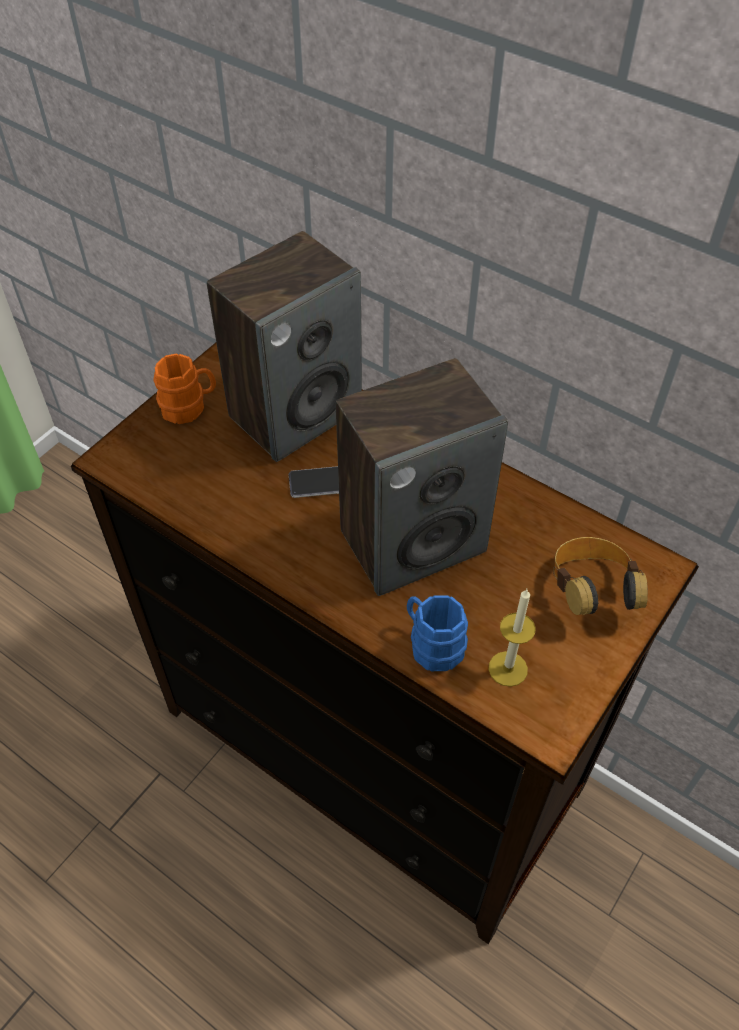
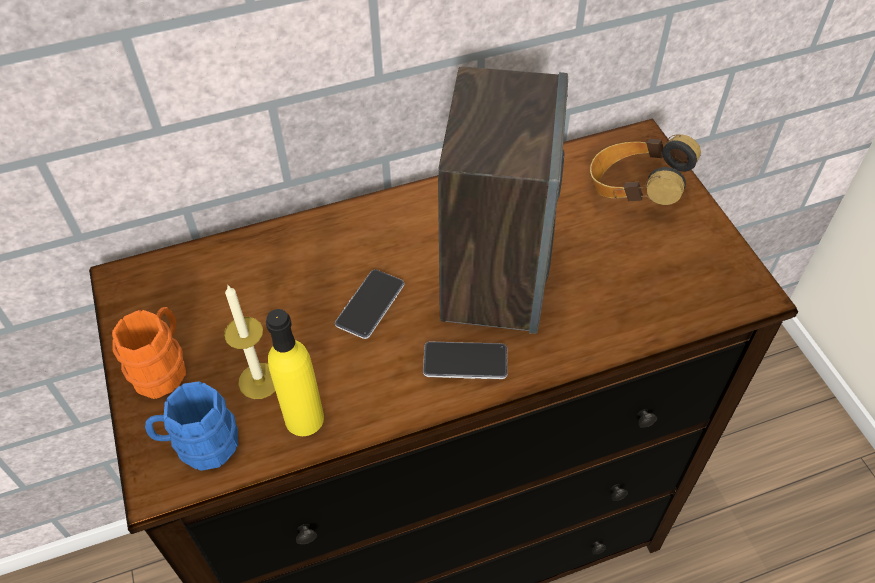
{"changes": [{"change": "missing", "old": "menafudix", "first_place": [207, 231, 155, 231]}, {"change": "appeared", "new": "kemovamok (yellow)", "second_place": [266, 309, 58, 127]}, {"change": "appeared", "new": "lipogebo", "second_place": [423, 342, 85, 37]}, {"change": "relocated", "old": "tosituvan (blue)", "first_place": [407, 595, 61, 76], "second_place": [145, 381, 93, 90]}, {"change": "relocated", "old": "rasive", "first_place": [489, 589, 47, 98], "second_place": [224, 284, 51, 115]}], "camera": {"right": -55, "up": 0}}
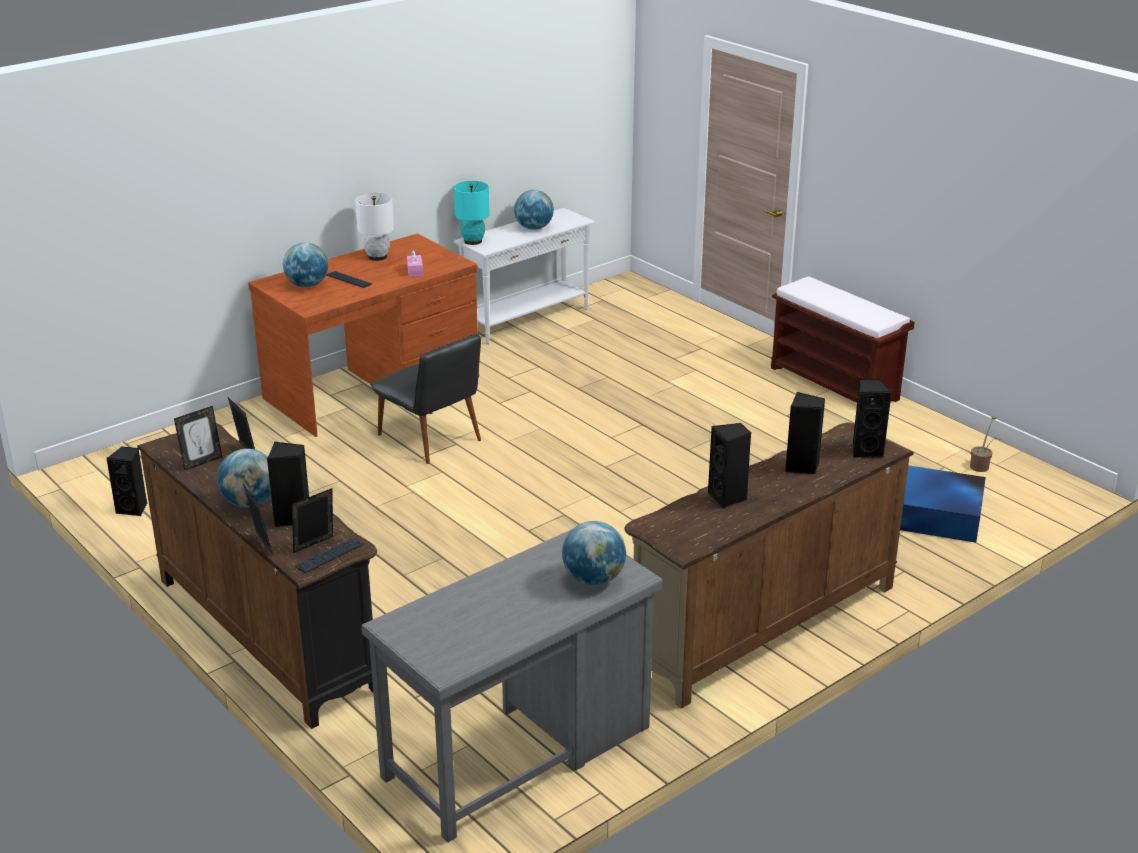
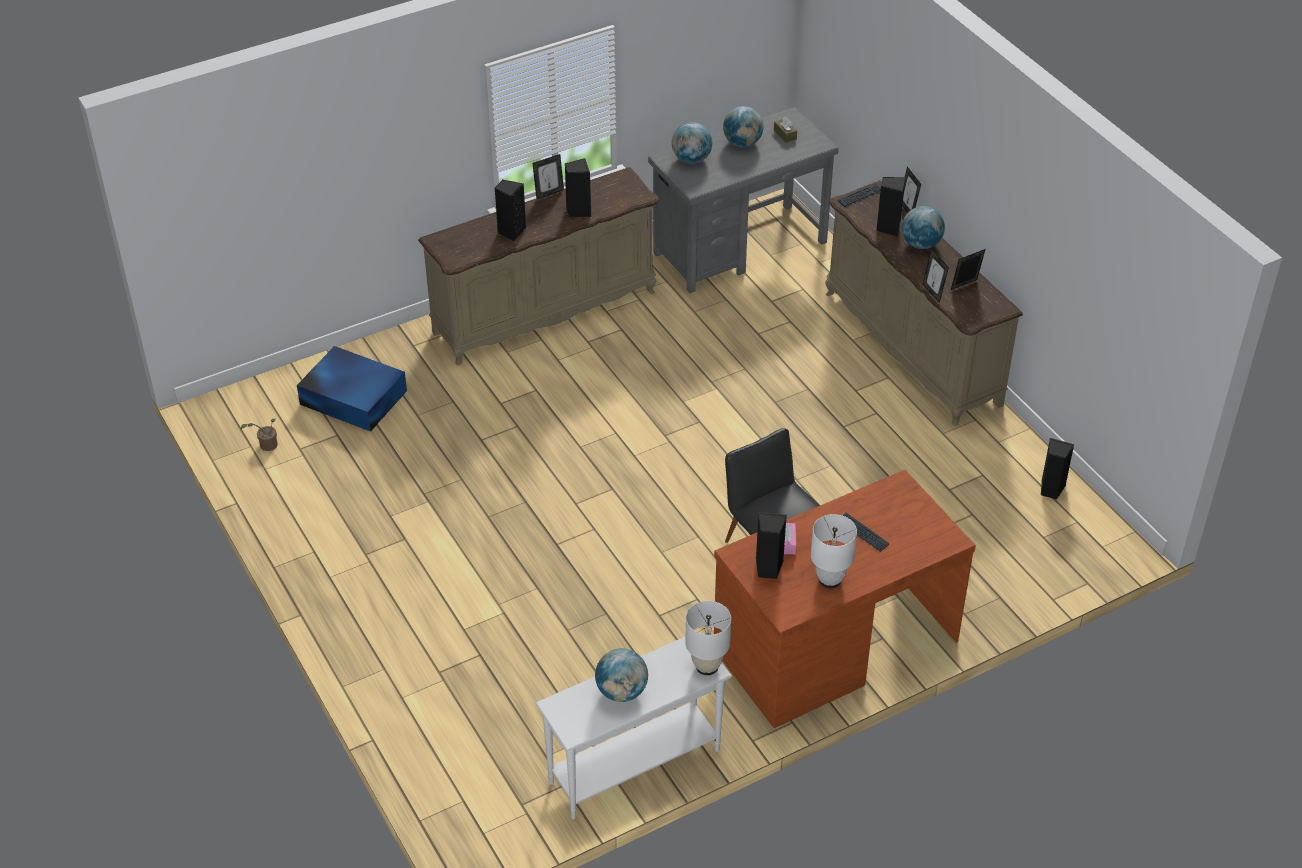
{"changes": [{"change": "missing", "old": "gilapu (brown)", "first_place": [771, 276, 143, 127]}, {"change": "appeared", "new": "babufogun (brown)", "second_place": [774, 117, 23, 26]}, {"change": "relocated", "old": "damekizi", "first_place": [283, 242, 45, 45], "second_place": [723, 106, 41, 41]}, {"change": "relocated", "old": "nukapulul", "first_place": [292, 488, 41, 65], "second_place": [532, 154, 32, 45]}, {"change": "relocated", "old": "menafudix (black)", "first_place": [853, 379, 39, 79], "second_place": [756, 512, 31, 67]}, {"change": "colour", "old": "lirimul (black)", "new": "lirimul (beige)", "first_place": [137, 423, 240, 306], "second_place": [825, 180, 198, 246]}, {"change": "colour", "old": "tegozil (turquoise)", "new": "tegozil (white)", "first_place": [454, 181, 36, 64], "second_place": [685, 601, 46, 74]}], "camera": {"right": -170, "up": 15}}
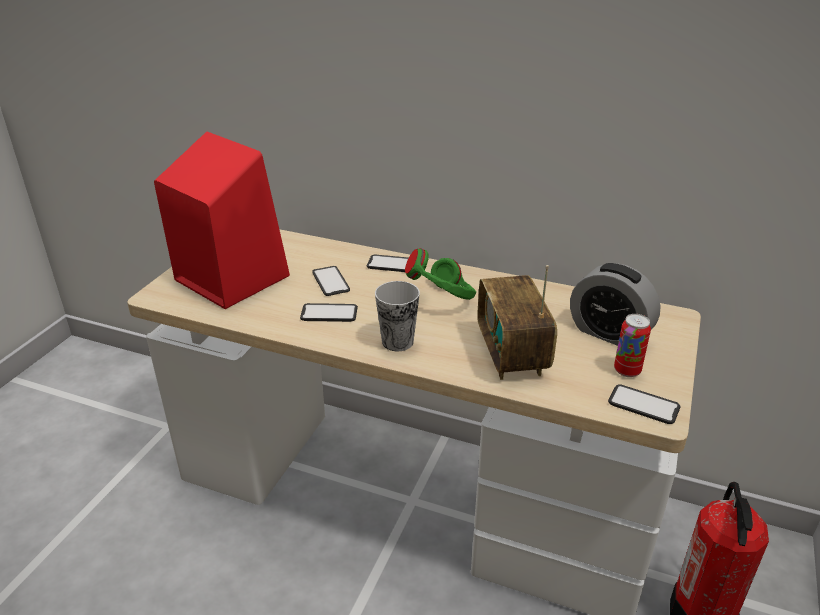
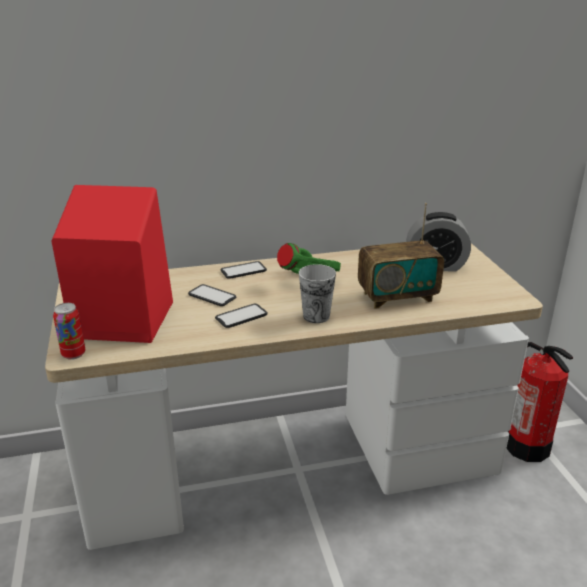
{"changes": [{"change": "missing", "old": "lipogebo", "first_place": [608, 384, 72, 40]}, {"change": "relocated", "old": "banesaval", "first_place": [614, 314, 37, 63], "second_place": [53, 303, 32, 57]}, {"change": "spun", "old": "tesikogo", "first_place": [477, 265, 80, 115], "second_place": [358, 203, 86, 106], "degrees": -60}], "camera": {"right": -35, "up": -5}}
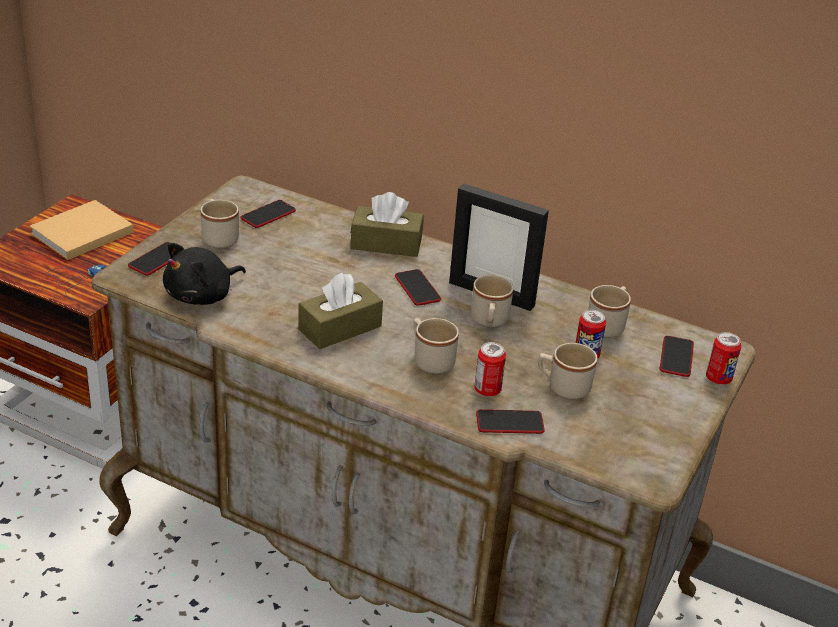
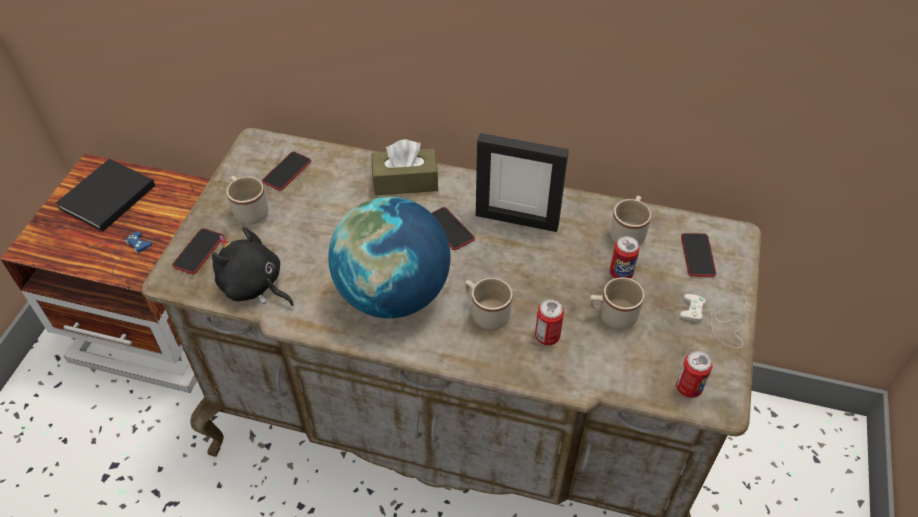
{"changes": [{"change": "missing", "old": "tosituvan (beige)", "first_place": [471, 275, 43, 52]}, {"change": "missing", "old": "lipogebo", "first_place": [476, 409, 69, 25]}, {"change": "appeared", "new": "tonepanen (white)", "second_place": [680, 293, 67, 55]}, {"change": "relocated", "old": "banesaval", "first_place": [706, 332, 36, 53], "second_place": [676, 351, 36, 47]}, {"change": "exchanged", "old": "babufogun (brown)", "new": "damekizi", "first_place": [298, 273, 85, 76], "second_place": [328, 197, 122, 121]}, {"change": "colour", "old": "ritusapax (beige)", "new": "ritusapax (black)", "first_place": [29, 200, 105, 60], "second_place": [56, 159, 99, 73]}, {"change": "spun", "old": "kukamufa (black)", "first_place": [163, 243, 83, 62], "second_place": [212, 227, 82, 79], "degrees": 90}], "camera": {"right": -10, "up": 15}}
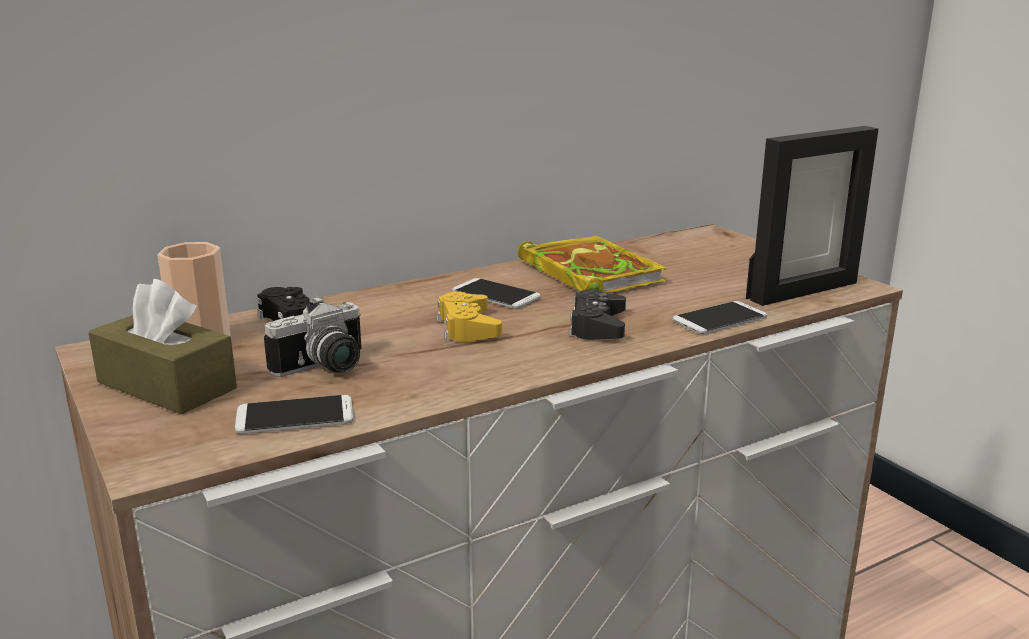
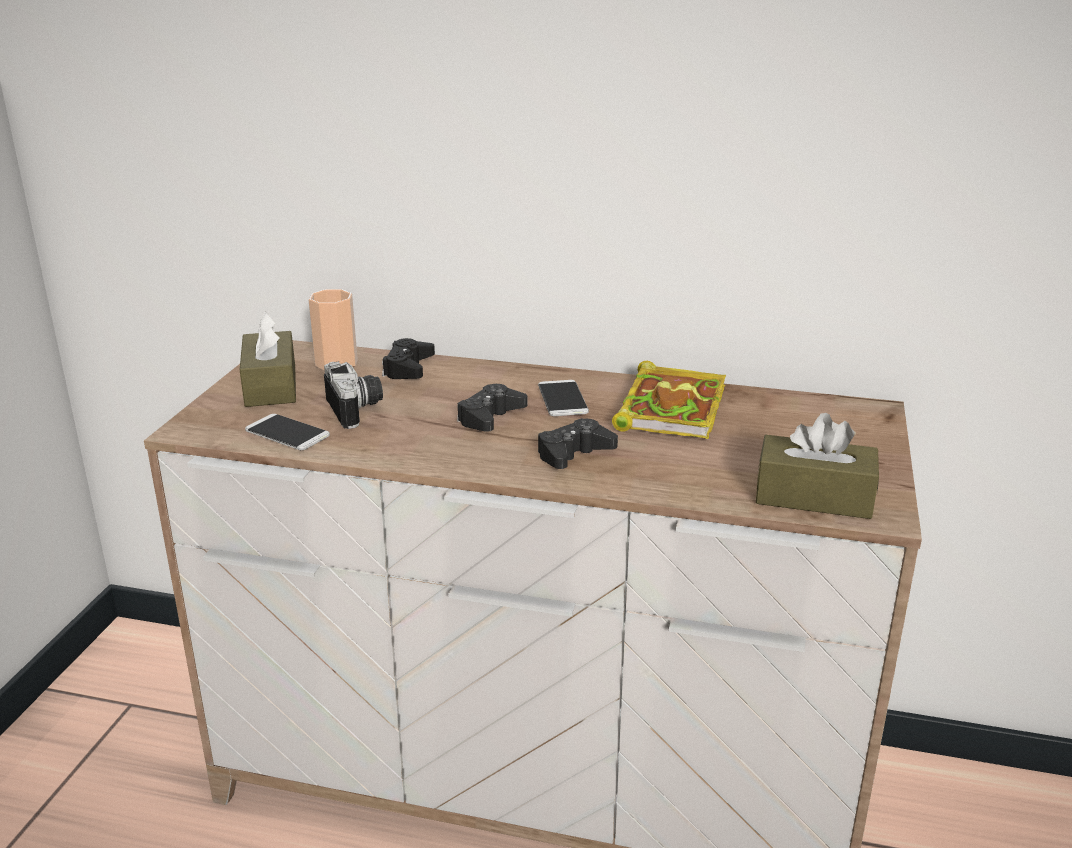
{"changes": [{"change": "missing", "old": "lipogebo", "first_place": [673, 301, 94, 33]}, {"change": "exchanged", "old": "nukapulul", "new": "babufogun (brown)", "first_place": [746, 126, 132, 180], "second_place": [756, 413, 123, 106]}, {"change": "colour", "old": "tonepanen (yellow)", "new": "tonepanen (black)", "first_place": [437, 292, 65, 50], "second_place": [457, 384, 70, 48]}, {"change": "spun", "old": "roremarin", "first_place": [264, 296, 98, 81], "second_place": [324, 361, 59, 68], "degrees": -120}], "camera": {"right": 45, "up": 5}}
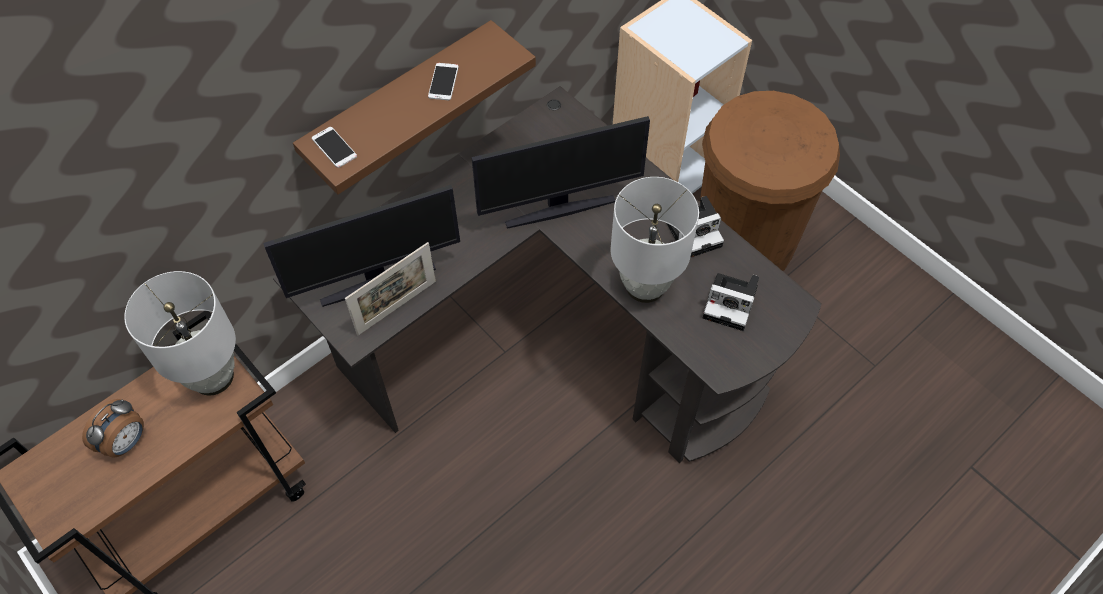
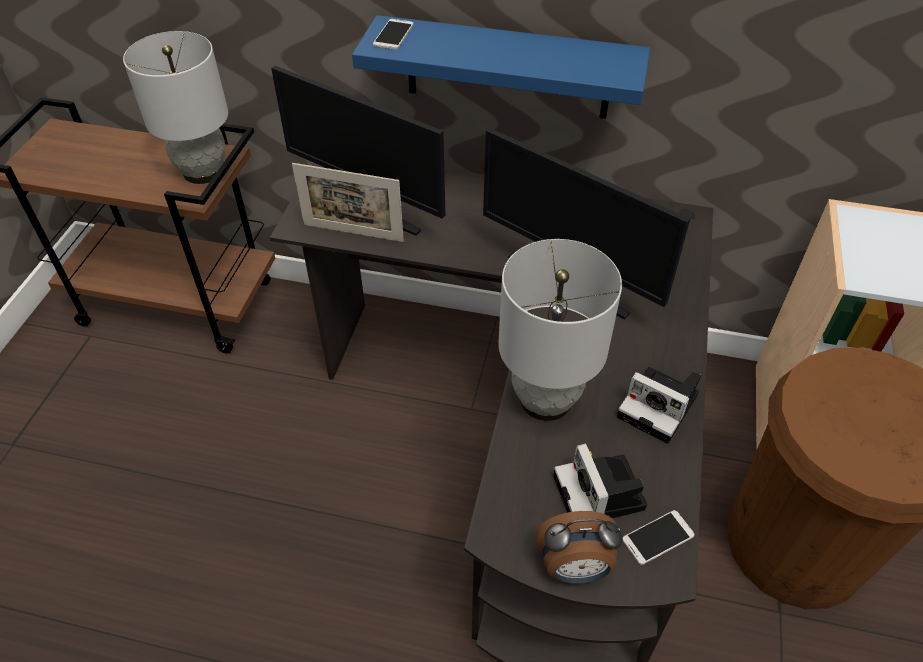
{"changes": [{"change": "relocated", "old": "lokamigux", "first_place": [82, 399, 62, 59], "second_place": [536, 511, 87, 73]}, {"change": "relocated", "old": "lipogebo", "first_place": [428, 63, 31, 37], "second_place": [623, 510, 72, 55]}, {"change": "colour", "old": "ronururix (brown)", "new": "ronururix (blue)", "first_place": [293, 20, 243, 175], "second_place": [352, 15, 298, 104]}], "camera": {"right": 55, "up": -10}}
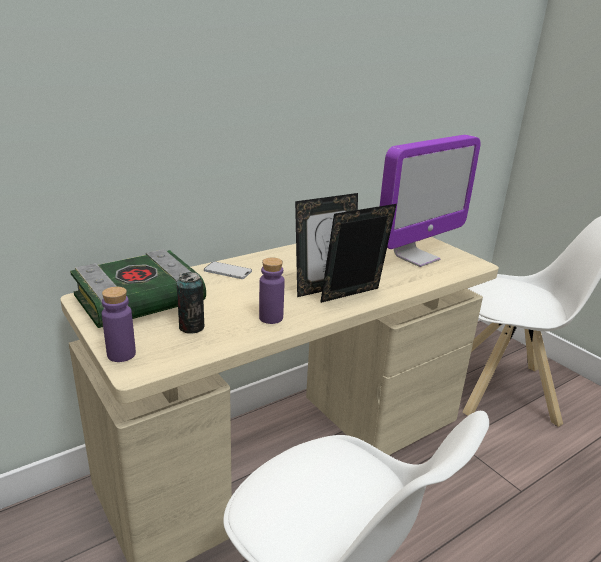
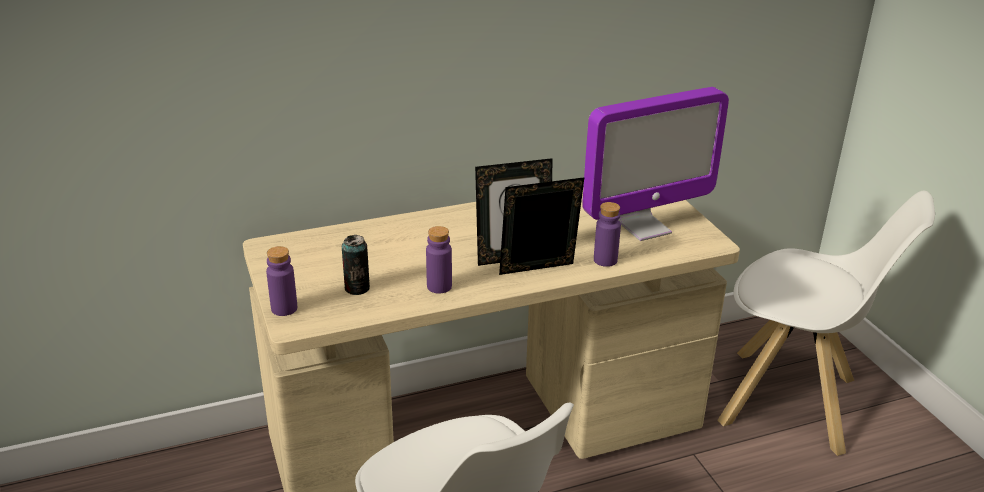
{"changes": [{"change": "missing", "old": "ritusapax", "first_place": [70, 249, 136, 79]}, {"change": "missing", "old": "lipogebo", "first_place": [204, 262, 48, 17]}, {"change": "appeared", "new": "kemovamok (purple)", "second_place": [594, 202, 27, 65]}], "camera": {"right": 15, "up": 5}}
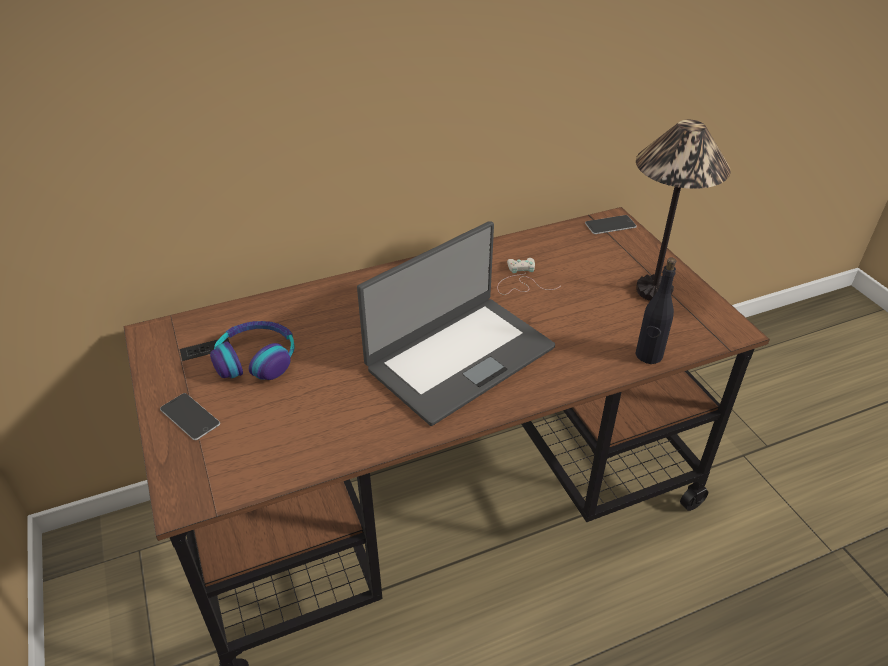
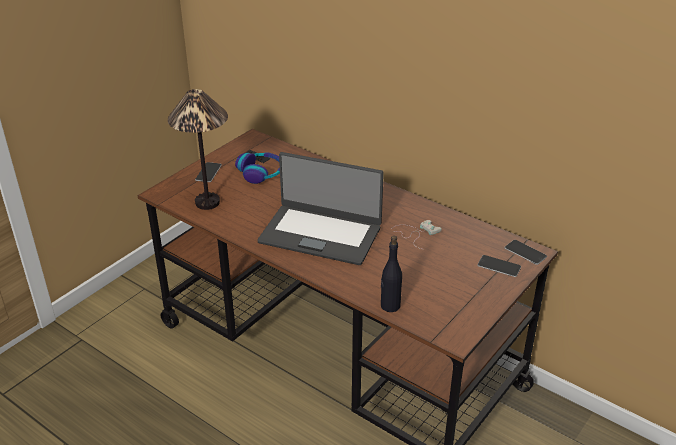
{"changes": [{"change": "appeared", "new": "lipogebo", "second_place": [477, 255, 44, 22]}, {"change": "relocated", "old": "tegozil", "first_place": [636, 120, 95, 181], "second_place": [168, 89, 60, 121]}], "camera": {"right": 60, "up": -5}}
